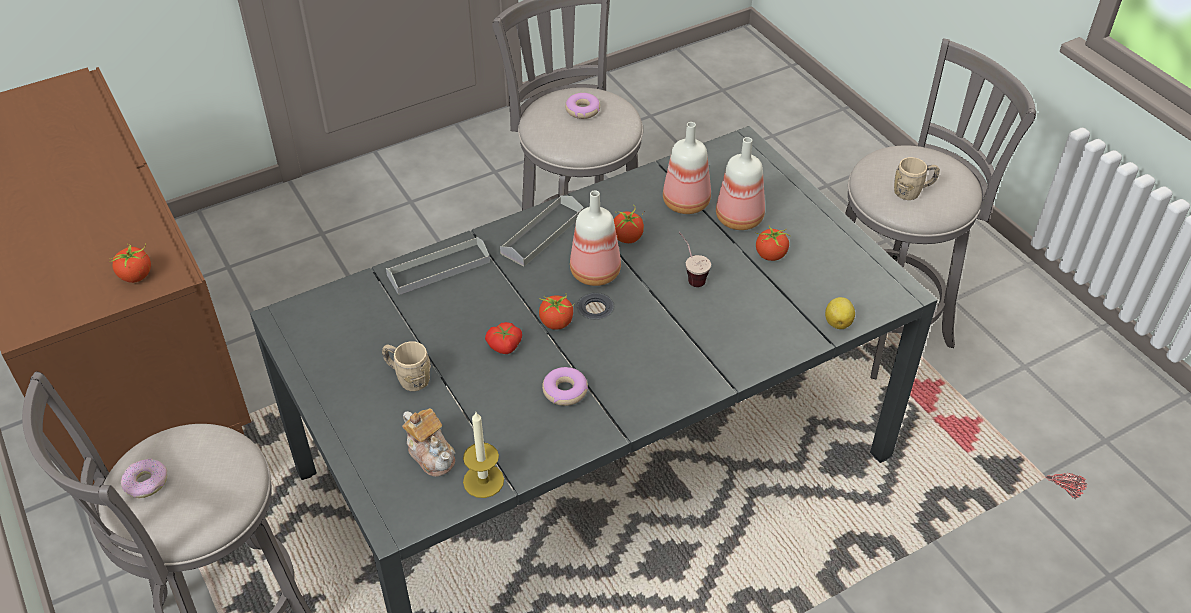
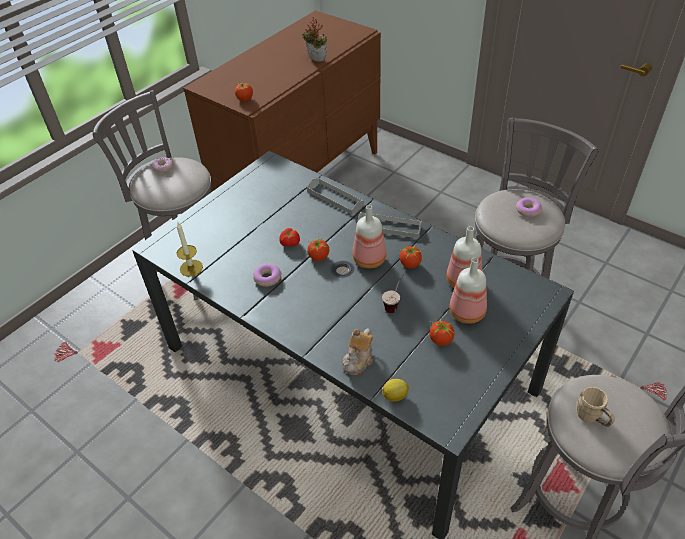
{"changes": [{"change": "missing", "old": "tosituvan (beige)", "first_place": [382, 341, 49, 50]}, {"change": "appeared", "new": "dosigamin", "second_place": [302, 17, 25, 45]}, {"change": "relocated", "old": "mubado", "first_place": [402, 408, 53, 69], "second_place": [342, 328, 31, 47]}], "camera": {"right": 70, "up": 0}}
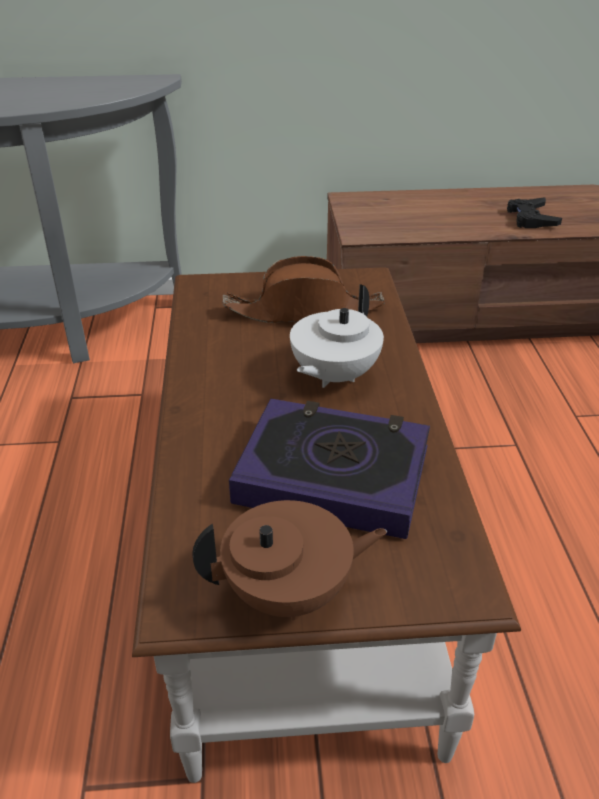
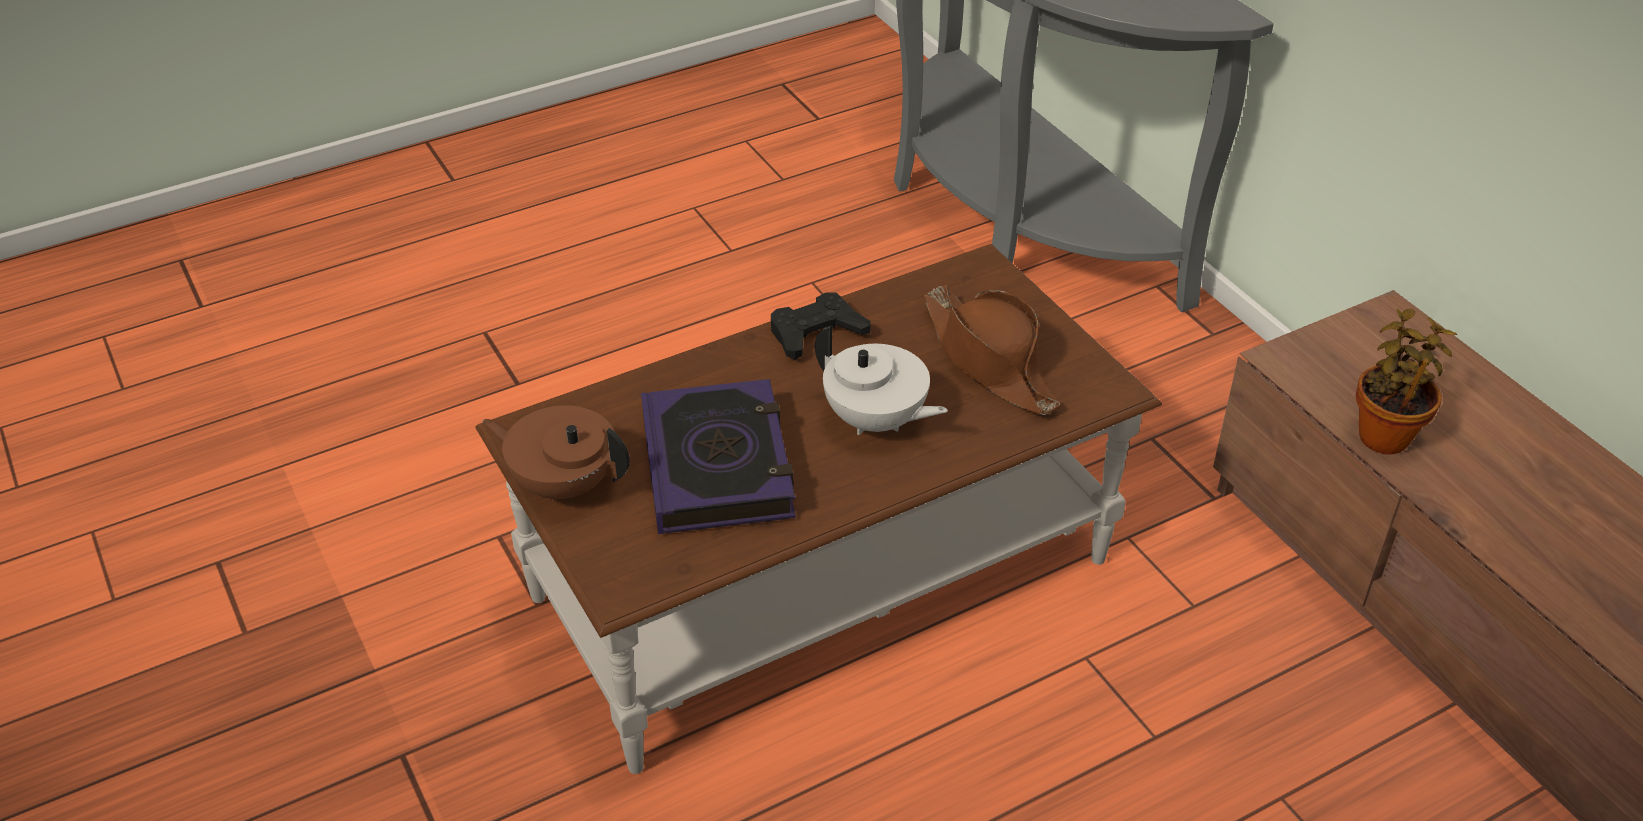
{"changes": [{"change": "appeared", "new": "dosigamin", "second_place": [1356, 309, 101, 146]}, {"change": "relocated", "old": "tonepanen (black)", "first_place": [507, 197, 55, 31], "second_place": [771, 292, 100, 67]}, {"change": "spun", "old": "mubado (brown)", "first_place": [192, 500, 195, 121], "second_place": [482, 405, 148, 97], "degrees": 150}, {"change": "spun", "old": "mubado (white)", "first_place": [290, 284, 94, 104], "second_place": [815, 325, 133, 110], "degrees": -150}], "camera": {"right": 65, "up": 5}}
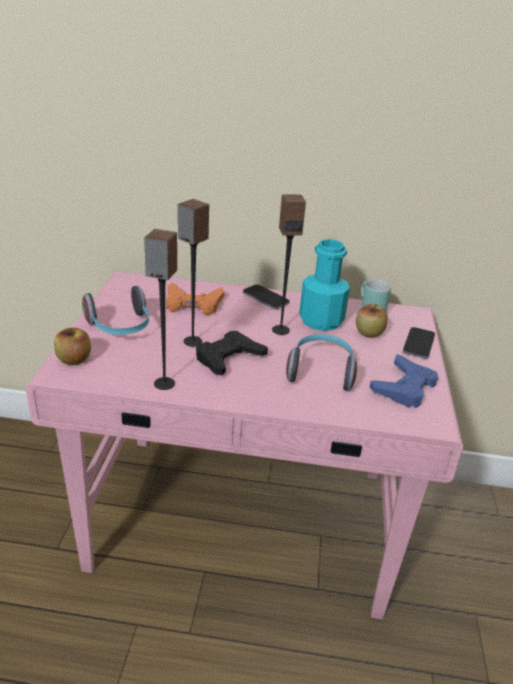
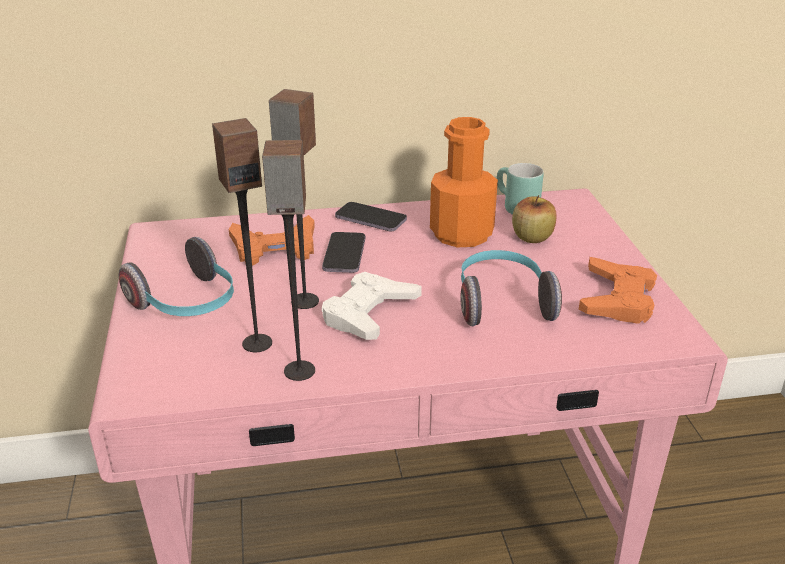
{"changes": [{"change": "missing", "old": "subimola", "first_place": [54, 328, 37, 37]}, {"change": "relocated", "old": "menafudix", "first_place": [272, 194, 34, 141], "second_place": [212, 118, 60, 234]}, {"change": "relocated", "old": "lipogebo", "first_place": [403, 327, 32, 32], "second_place": [322, 232, 43, 41]}, {"change": "colour", "old": "tonepanen (black)", "new": "tonepanen (white)", "first_place": [196, 331, 72, 44], "second_place": [322, 272, 100, 68]}, {"change": "colour", "old": "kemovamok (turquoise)", "new": "kemovamok (orange)", "first_place": [299, 239, 51, 92], "second_place": [430, 117, 68, 130]}, {"change": "colour", "old": "tonepanen (blue)", "new": "tonepanen (orange)", "first_place": [369, 354, 69, 54], "second_place": [579, 257, 78, 67]}], "camera": {"right": -15, "up": 0}}
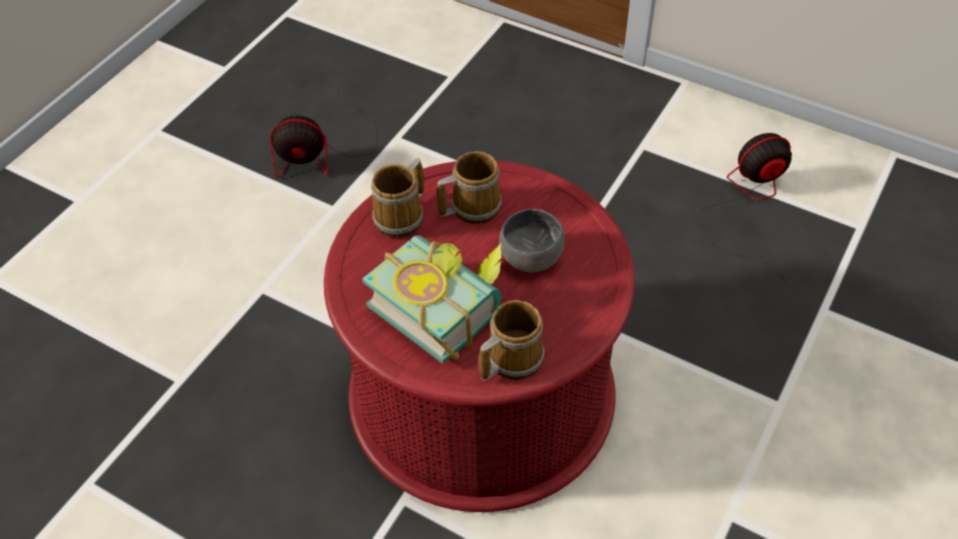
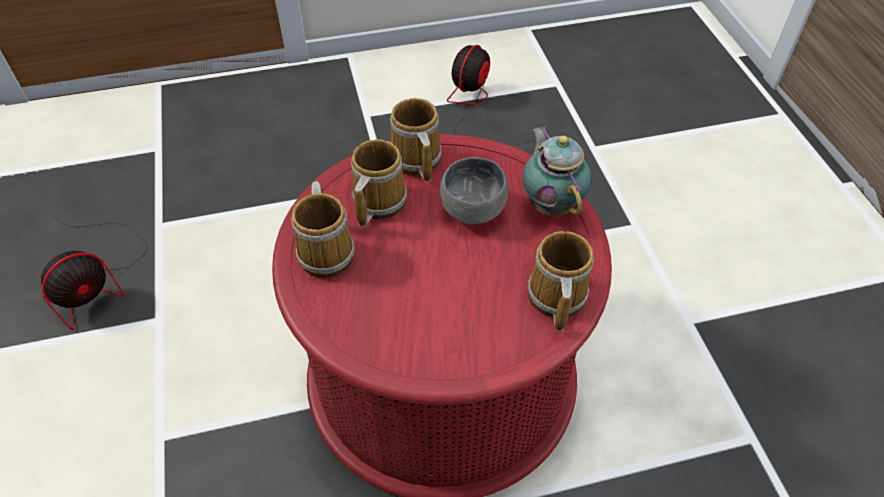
{"changes": [{"change": "missing", "old": "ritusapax", "first_place": [362, 236, 140, 128]}, {"change": "appeared", "new": "tosituvan", "second_place": [390, 98, 52, 84]}, {"change": "appeared", "new": "mubado", "second_place": [522, 126, 70, 90]}], "camera": {"right": -45, "up": 0}}
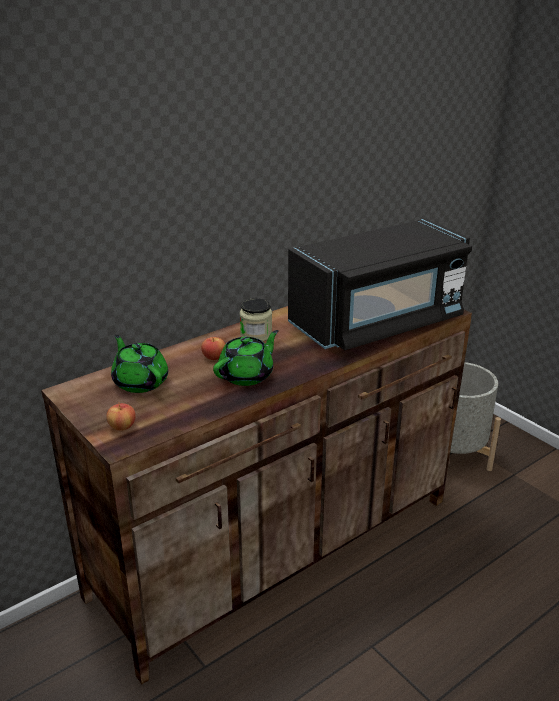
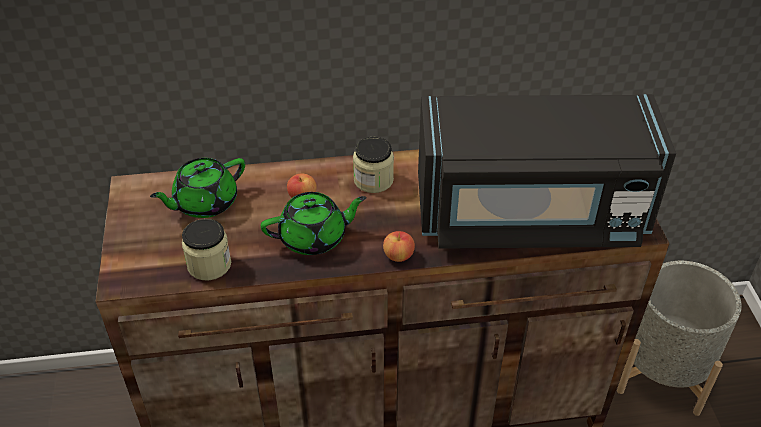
{"changes": [{"change": "appeared", "new": "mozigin", "second_place": [182, 219, 49, 61]}, {"change": "relocated", "old": "subimola", "first_place": [106, 402, 30, 29], "second_place": [383, 231, 32, 31]}, {"change": "spun", "old": "mubado (green)", "first_place": [111, 335, 57, 58], "second_place": [150, 158, 95, 60], "degrees": -120}], "camera": {"right": 30, "up": 15}}
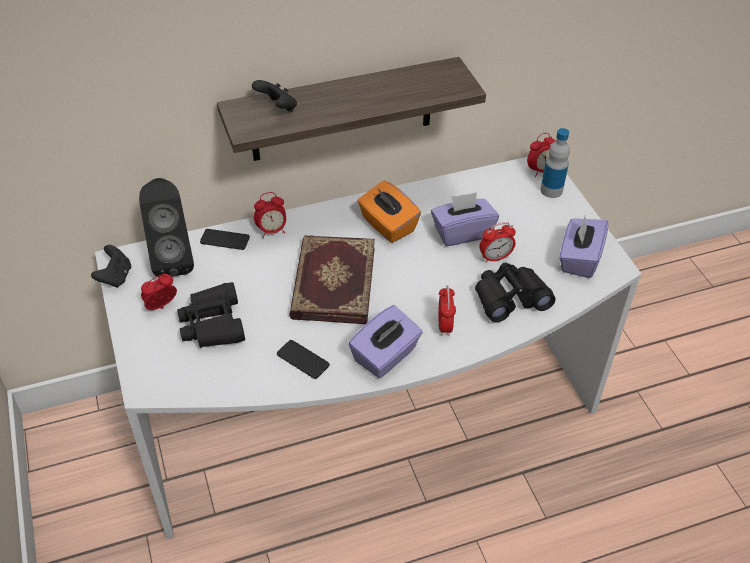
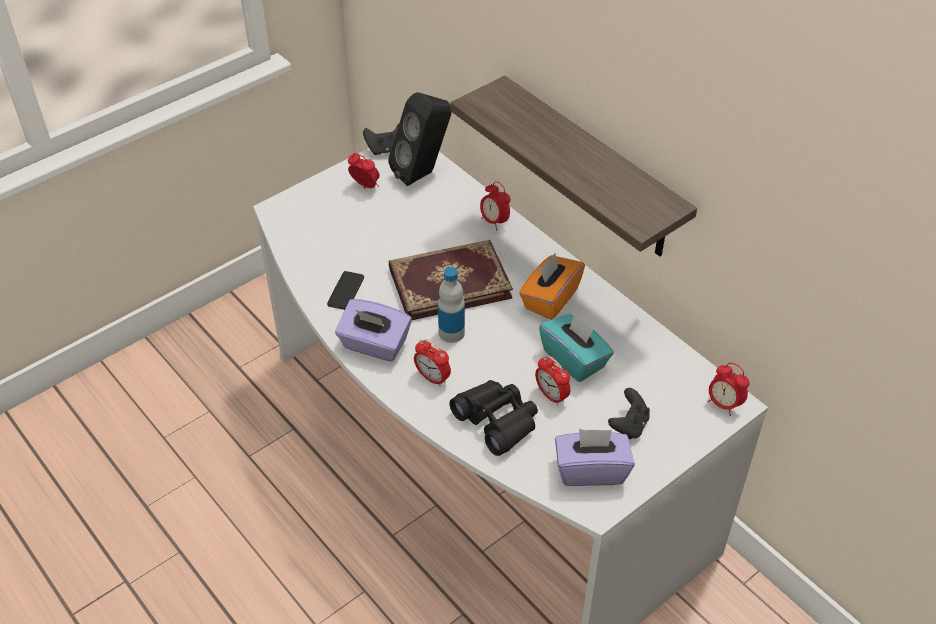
{"changes": [{"change": "missing", "old": "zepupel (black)", "first_place": [177, 282, 68, 66]}, {"change": "missing", "old": "lipogebo", "first_place": [200, 229, 50, 21]}, {"change": "relocated", "old": "tonepanen (black)", "first_place": [252, 80, 45, 32], "second_place": [608, 388, 42, 51]}, {"change": "relocated", "old": "kemovamok", "first_place": [540, 128, 30, 70], "second_place": [438, 267, 27, 76]}, {"change": "colour", "old": "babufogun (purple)", "new": "babufogun (turquoise)", "first_place": [431, 192, 68, 54], "second_place": [539, 312, 75, 70]}, {"change": "spun", "old": "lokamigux", "first_place": [438, 286, 18, 50], "second_place": [414, 339, 37, 48], "degrees": 60}], "camera": {"right": 70, "up": 0}}
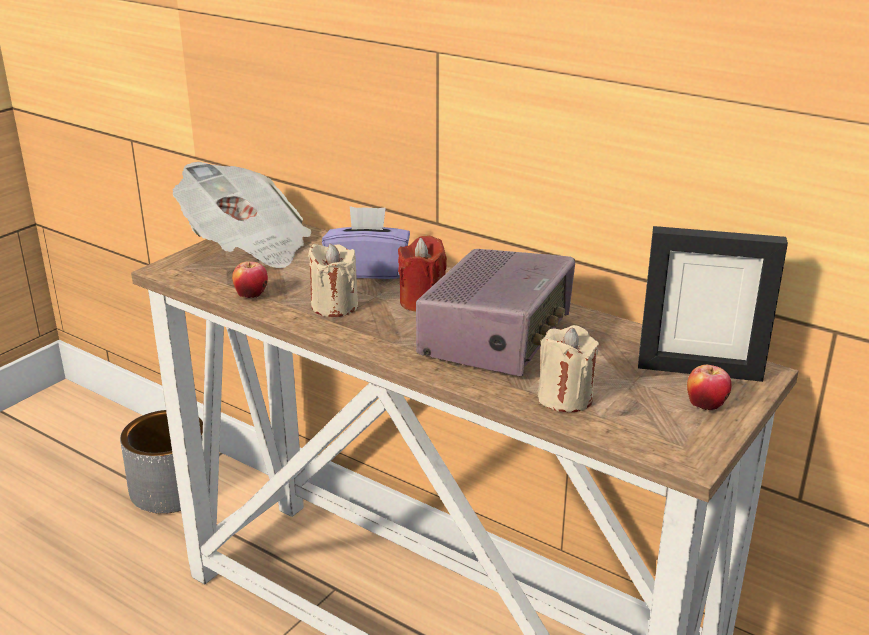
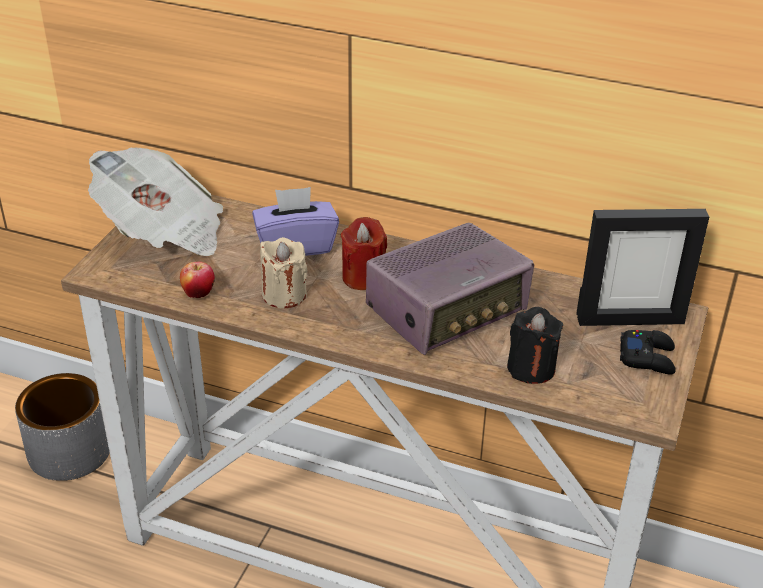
{"changes": [{"change": "exchanged", "old": "subimola", "new": "tonepanen (black)", "first_place": [687, 365, 45, 45], "second_place": [620, 330, 56, 44]}, {"change": "colour", "old": "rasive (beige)", "new": "rasive (black)", "first_place": [538, 325, 61, 87], "second_place": [507, 307, 56, 77]}, {"change": "spun", "old": "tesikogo", "first_place": [416, 249, 159, 127], "second_place": [366, 223, 168, 132], "degrees": 45}], "camera": {"right": -15, "up": 10}}
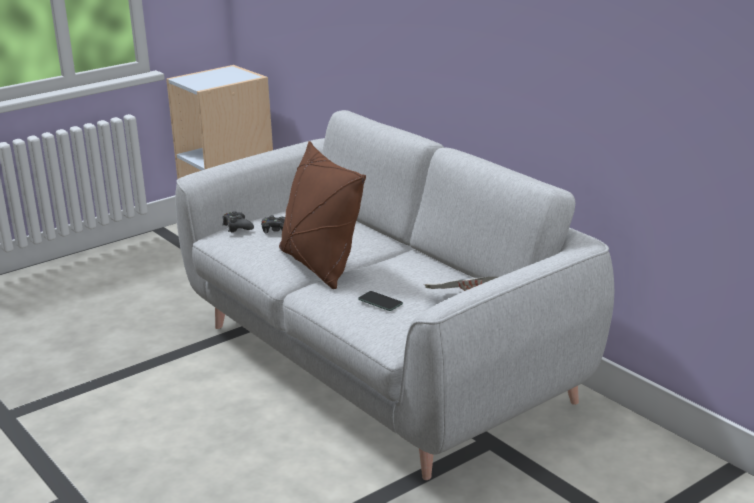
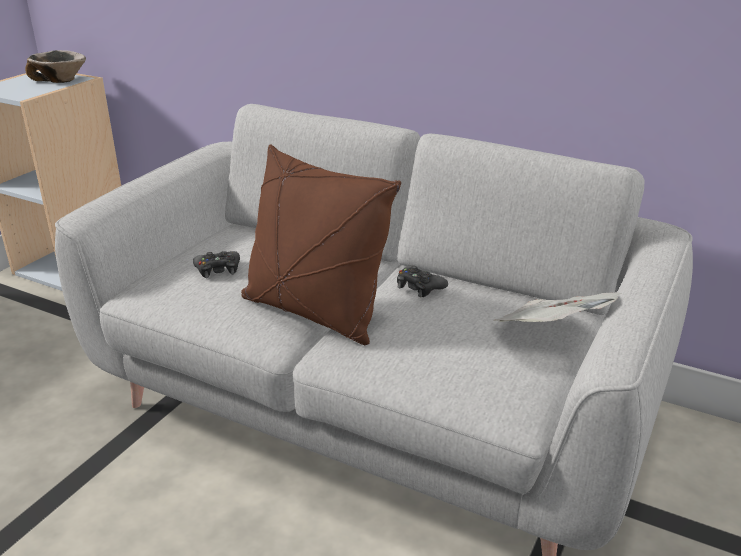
{"changes": [{"change": "missing", "old": "lipogebo", "first_place": [358, 291, 45, 20]}, {"change": "appeared", "new": "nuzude", "second_place": [25, 50, 61, 33]}, {"change": "relocated", "old": "tonepanen (black)", "first_place": [222, 211, 32, 21], "second_place": [397, 265, 51, 32]}], "camera": {"right": -25, "up": 5}}
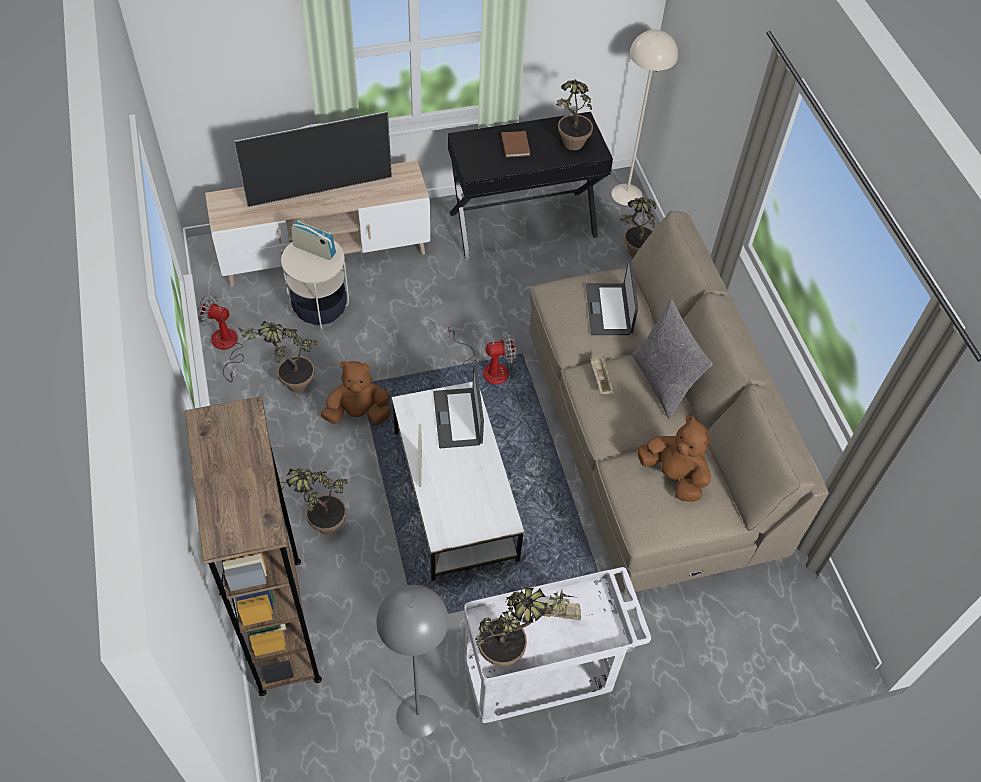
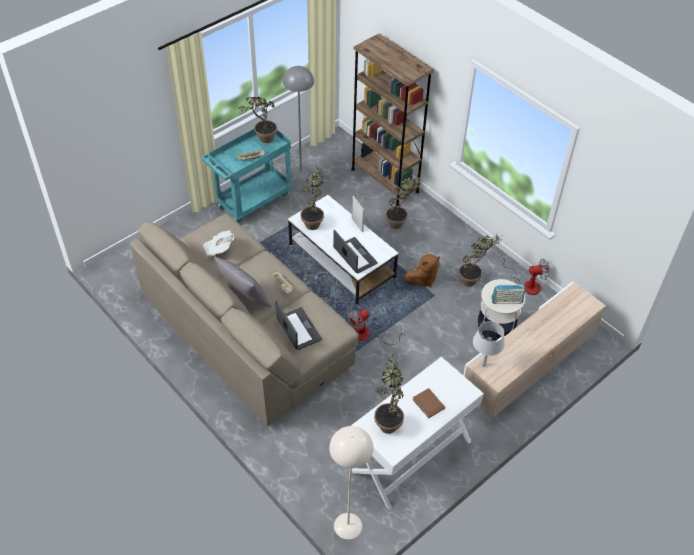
{"changes": [{"change": "missing", "old": "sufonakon", "first_place": [234, 111, 158, 96]}, {"change": "appeared", "new": "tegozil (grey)", "second_place": [473, 321, 32, 46]}, {"change": "relocated", "old": "dosigamin", "first_place": [619, 197, 37, 61], "second_place": [300, 163, 24, 67]}, {"change": "exchanged", "old": "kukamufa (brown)", "new": "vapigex", "first_place": [637, 415, 74, 87], "second_place": [203, 230, 31, 27]}, {"change": "colour", "old": "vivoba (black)", "new": "vivoba (white)", "first_place": [448, 112, 165, 148], "second_place": [351, 357, 133, 153]}, {"change": "colour", "old": "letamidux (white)", "new": "letamidux (turquoise)", "first_place": [464, 567, 187, 156], "second_place": [202, 129, 89, 95]}], "camera": {"right": 155, "up": -5}}
